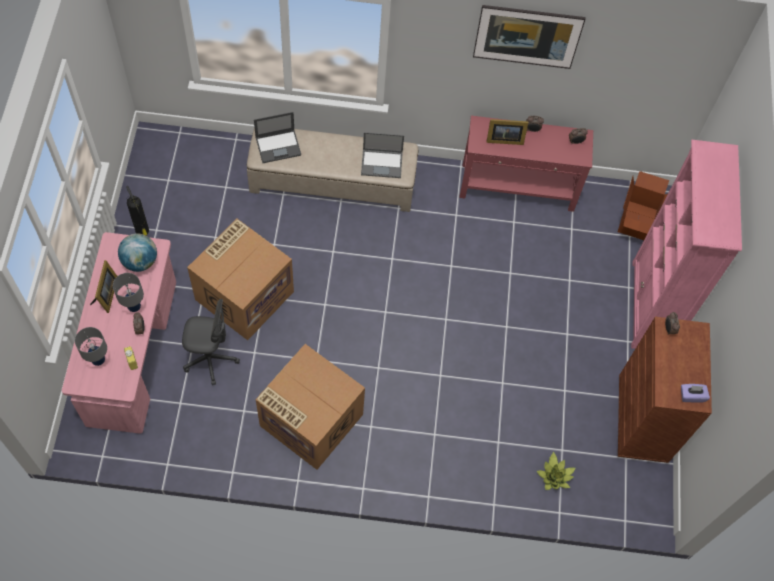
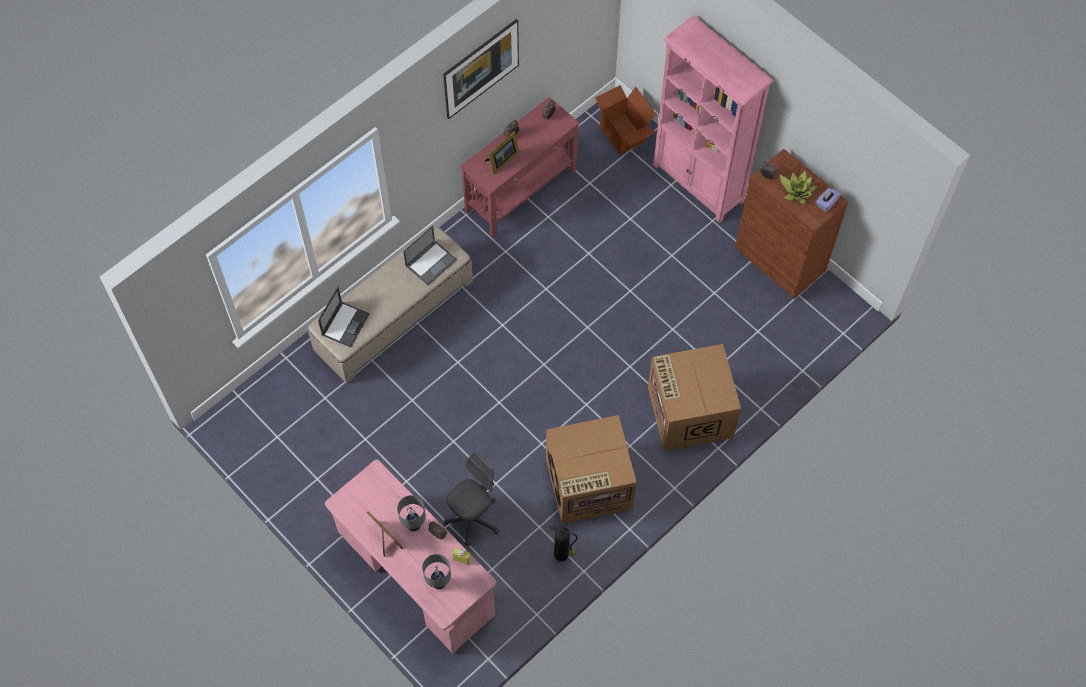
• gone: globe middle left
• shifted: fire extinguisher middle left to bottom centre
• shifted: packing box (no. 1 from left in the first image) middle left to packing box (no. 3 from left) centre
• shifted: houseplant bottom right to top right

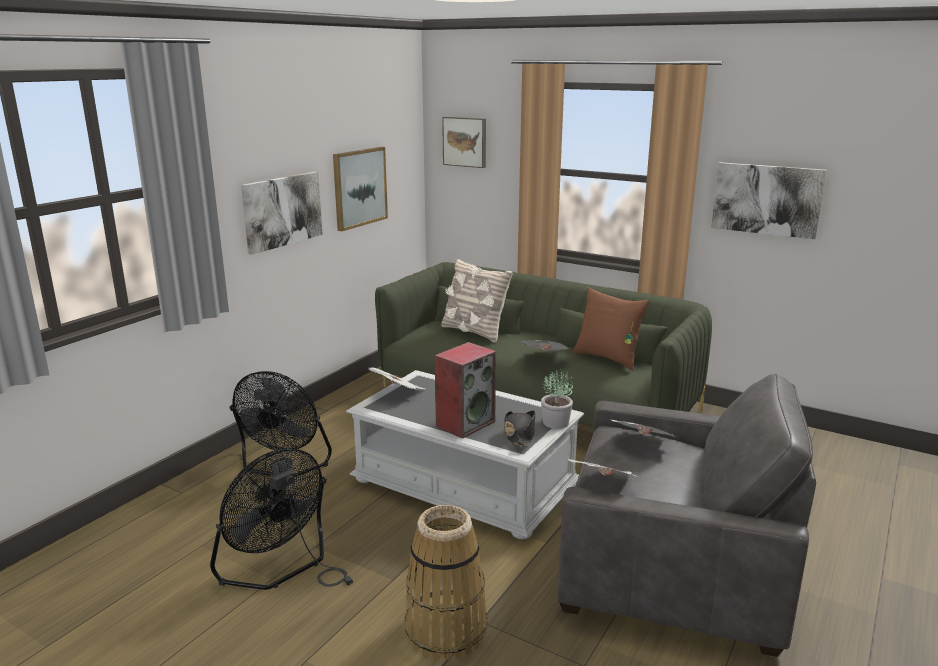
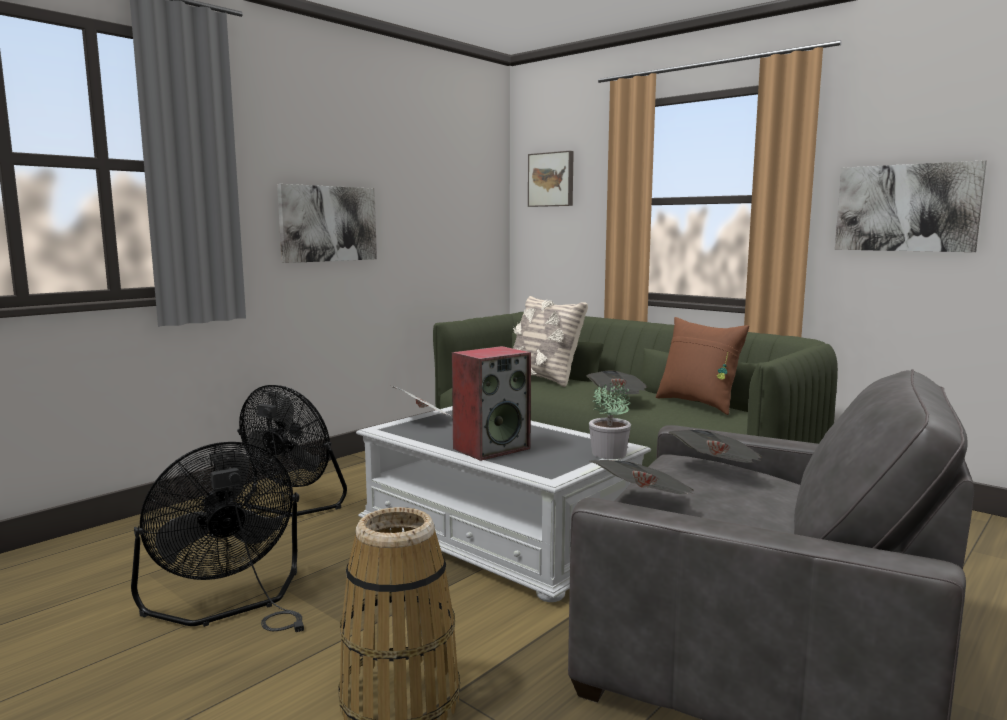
• gone: wall picture (no. 2 from left) top centre
• gone: clothing hat/black centre

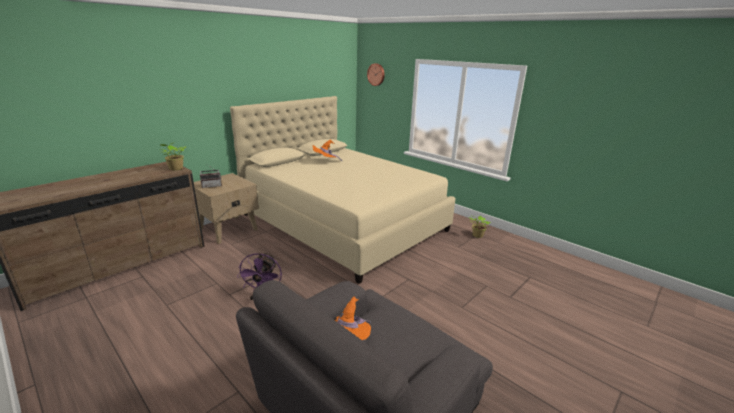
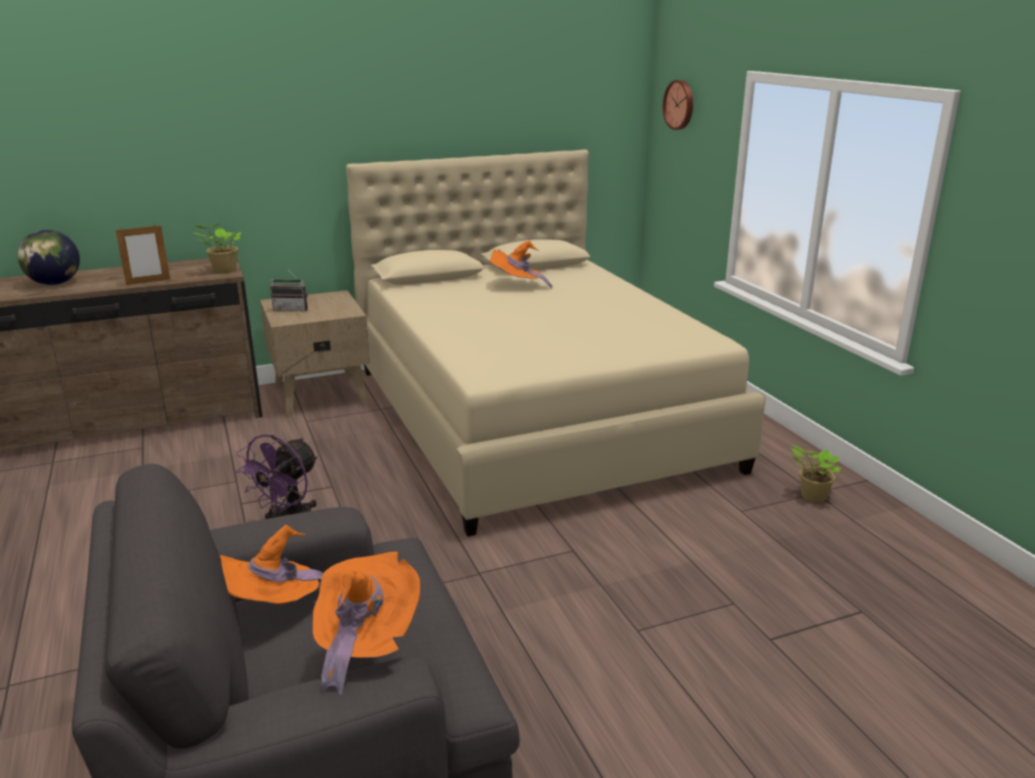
• new: globe top left
• new: photo frame top left
• new: clothing hat/orange (no. 2 from left) bottom centre

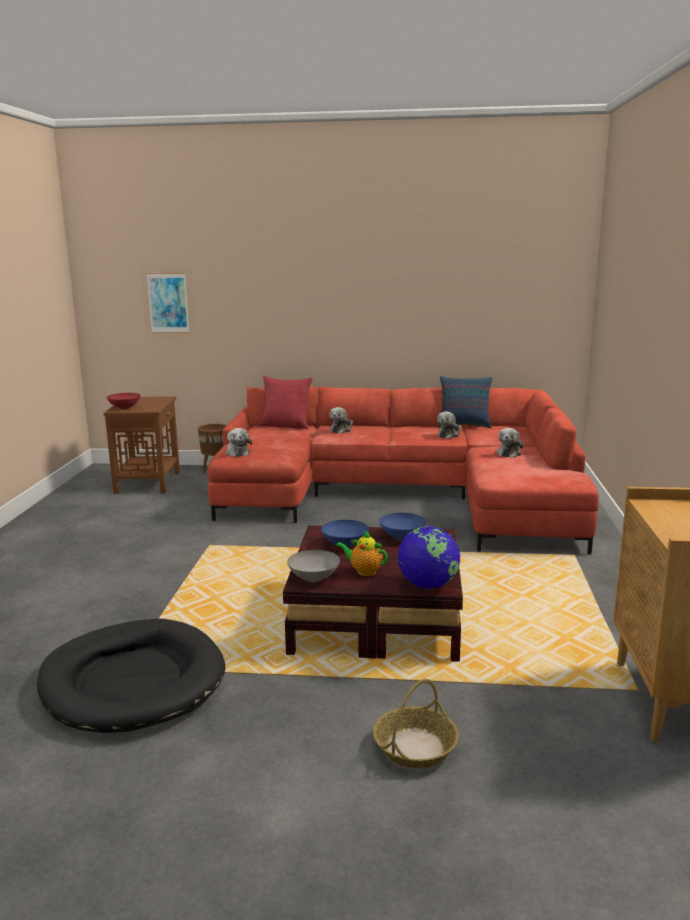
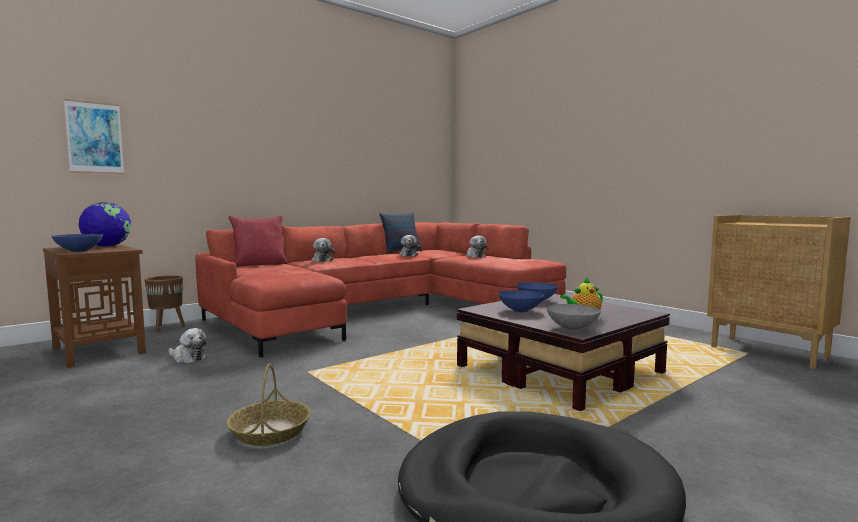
• repainted: serving bowl/red-coloured middle left to serving bowl/blue (no. 1 from left) middle left
• shifted: soft toy (no. 1 from left) centre to middle left
• shifted: household basket bottom centre to bottom left
• shifted: globe centre to middle left

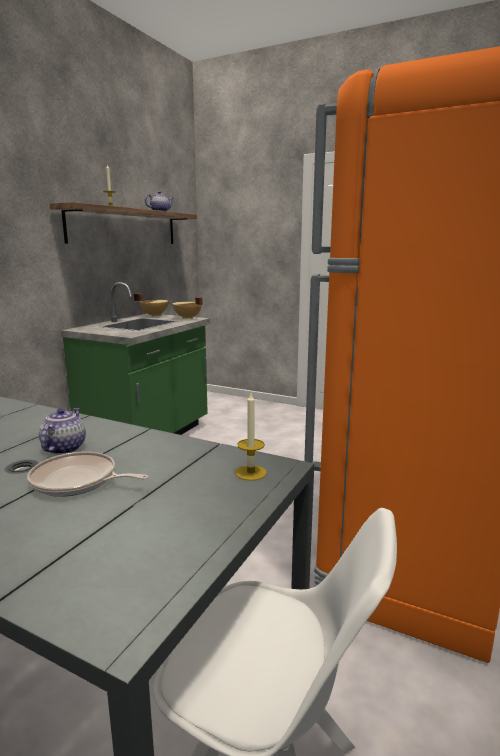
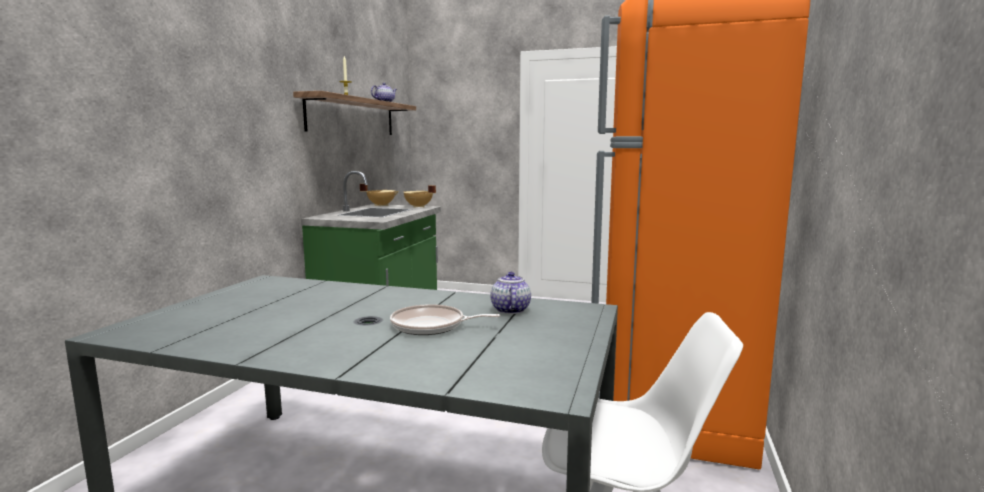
• shifted: tea pot (no. 1 from left in the first image) middle left to tea pot (no. 2 from left) centre
• gone: candle (no. 2 from left) centre

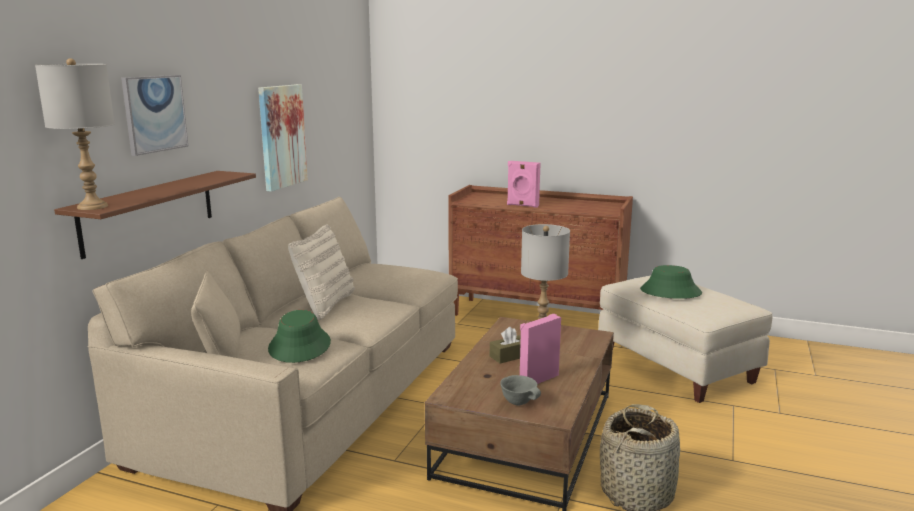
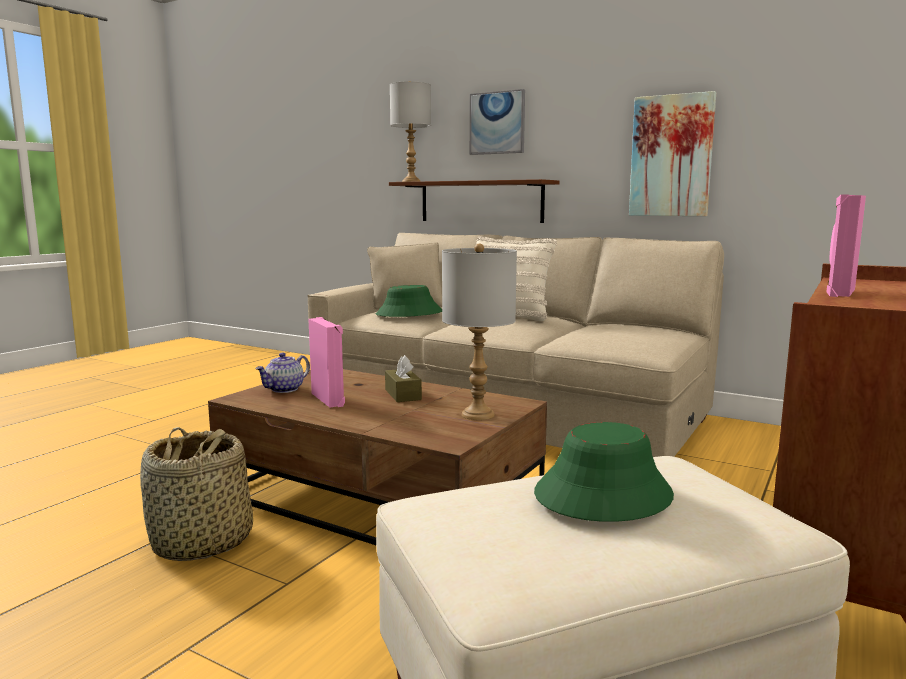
• swapped: serving bowl/grey bottom centre to tea pot middle left

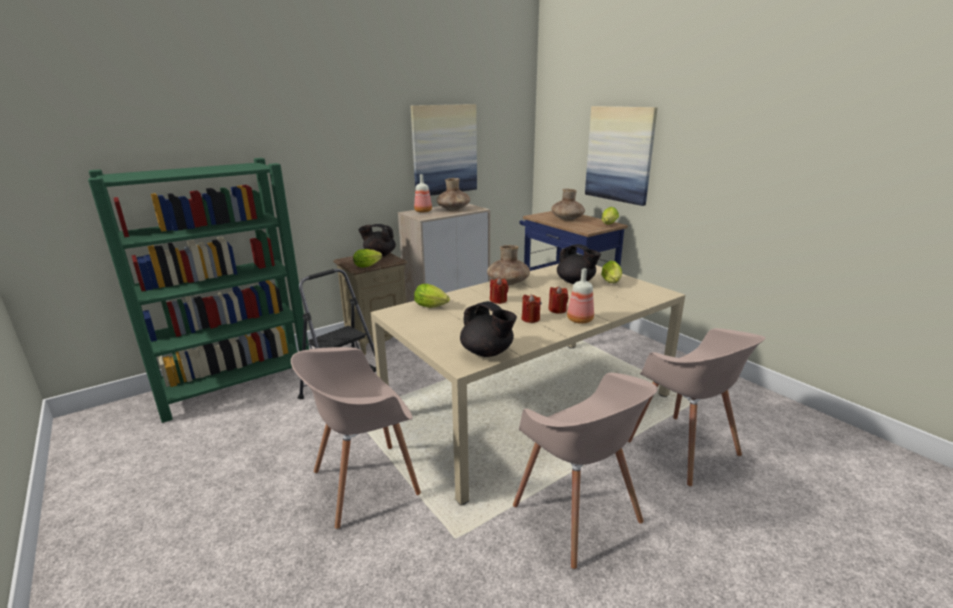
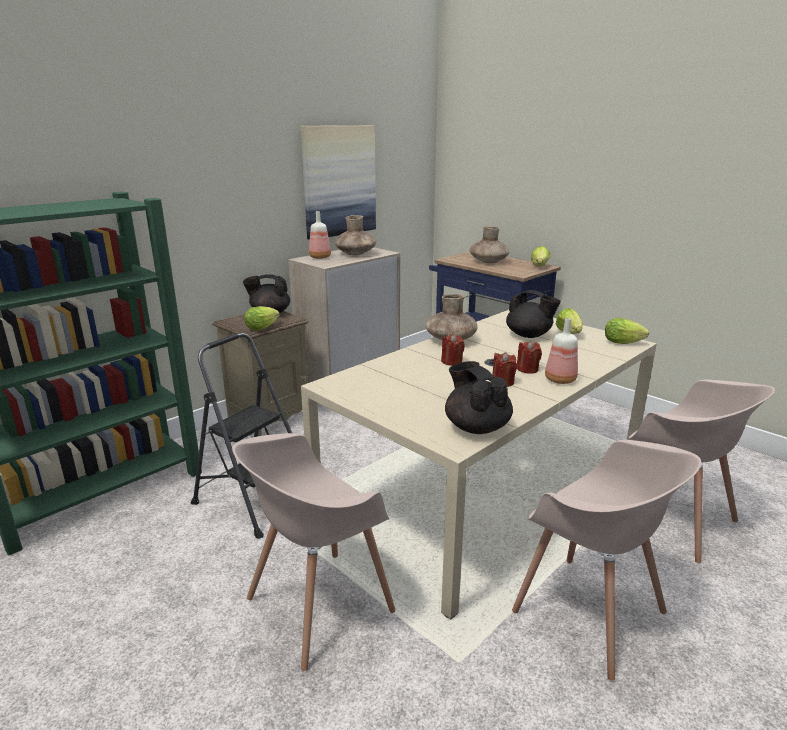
• shifted: lettuce head (no. 2 from left in the first image) centre to lettuce head (no. 4 from left) middle right
• rotated: tea pot/black (no. 2 from left) centre = centre 150 degrees counterclockwise
• gone: wall picture (no. 2 from left) top centre

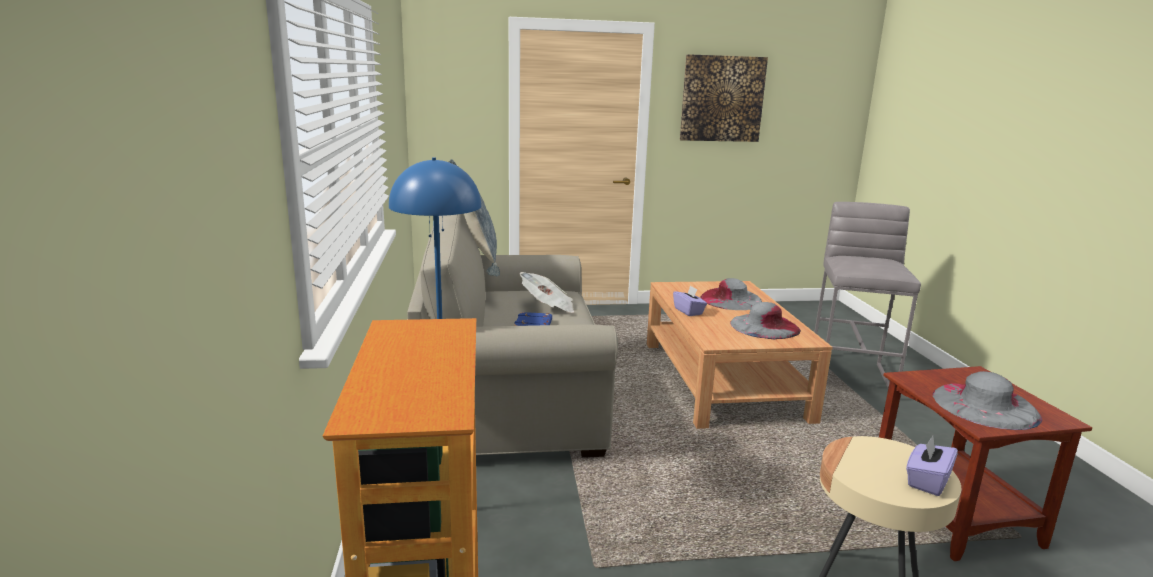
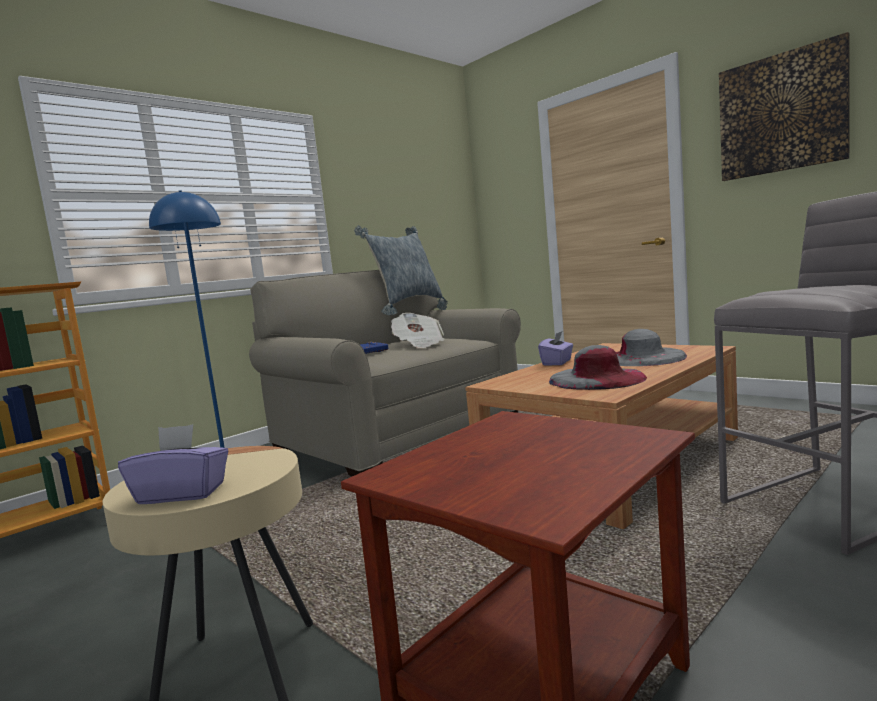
• gone: clothing hat/grey (no. 3 from left) bottom right

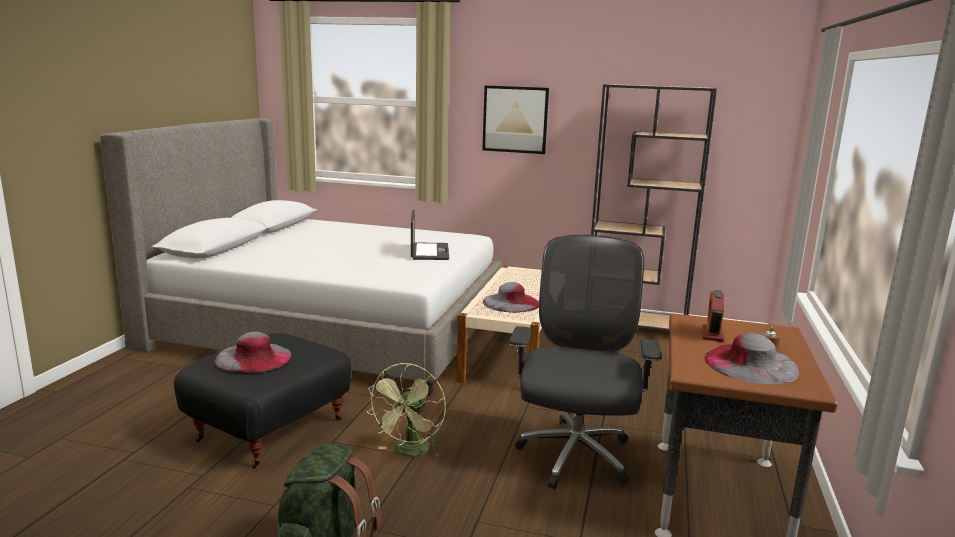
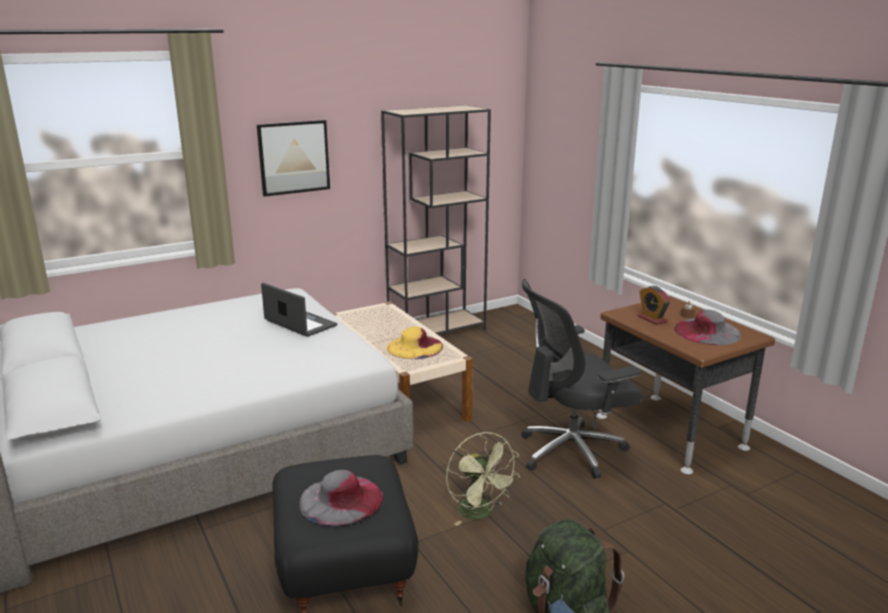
• repainted: clothing hat/grey (no. 2 from left) centre to clothing hat/yellow-coloured centre
• rotated: desk chair bottom centre = centre 75 degrees counterclockwise

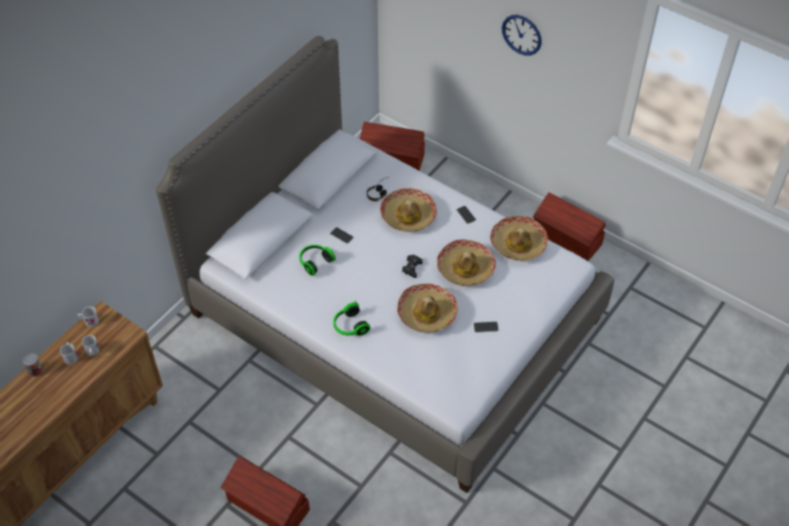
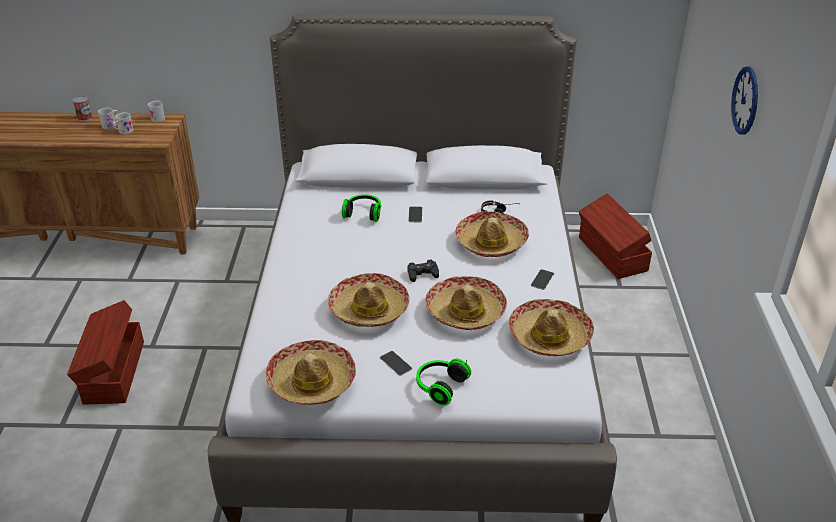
• shifted: headset (no. 2 from left) centre to bottom centre
• gone: storage box/brown-coloured (no. 3 from left) middle right
• new: clothing hat (no. 1 from left) bottom centre

